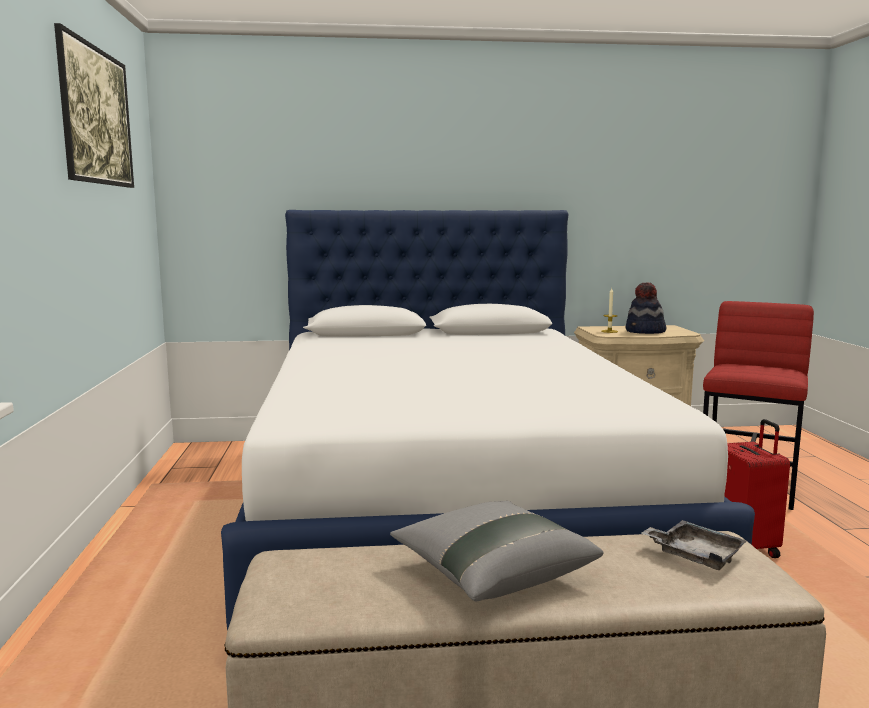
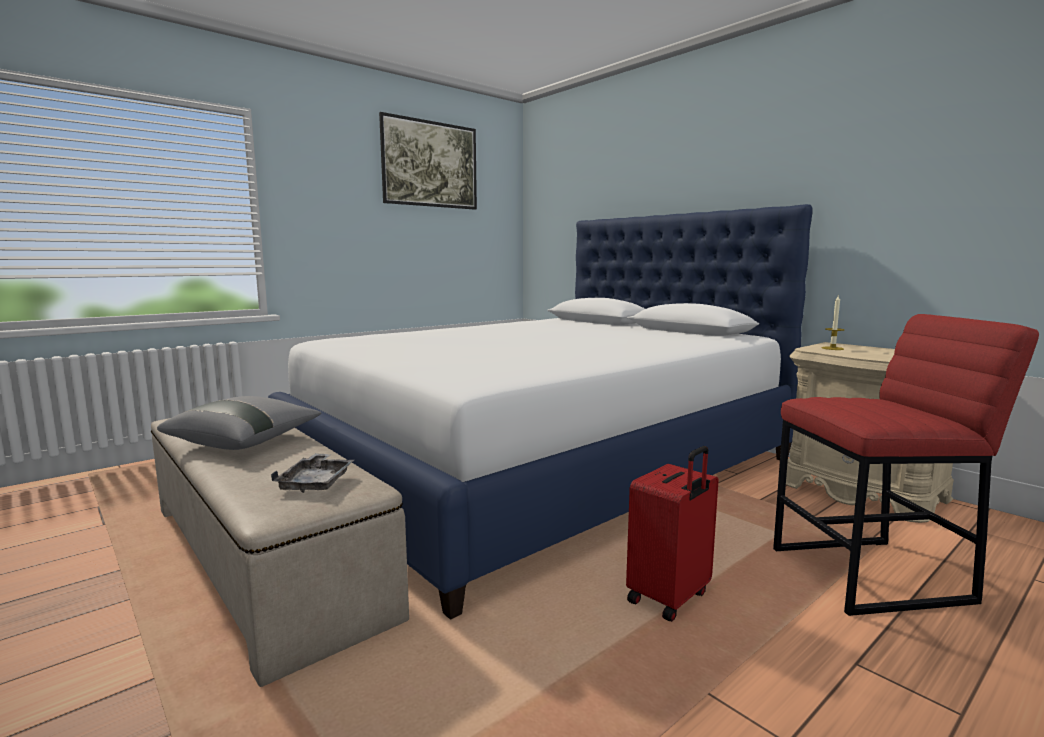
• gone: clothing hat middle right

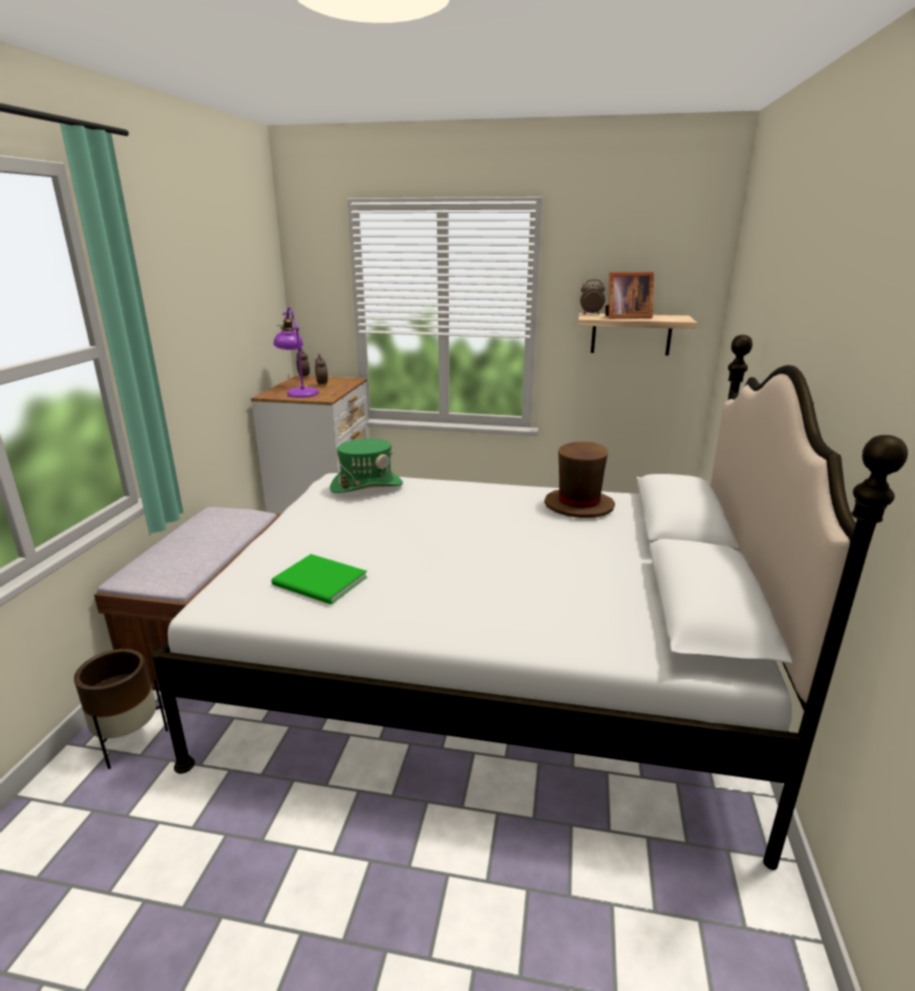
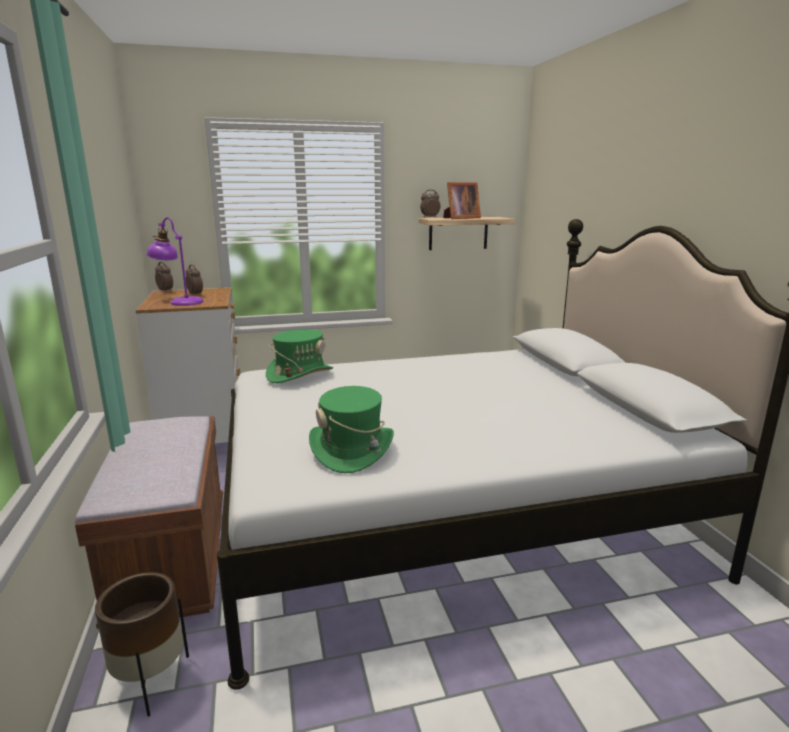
• swapped: volume/greenish centre to clothing hat/greenish (no. 2 from left) centre
• gone: clothing hat/brown-coloured centre

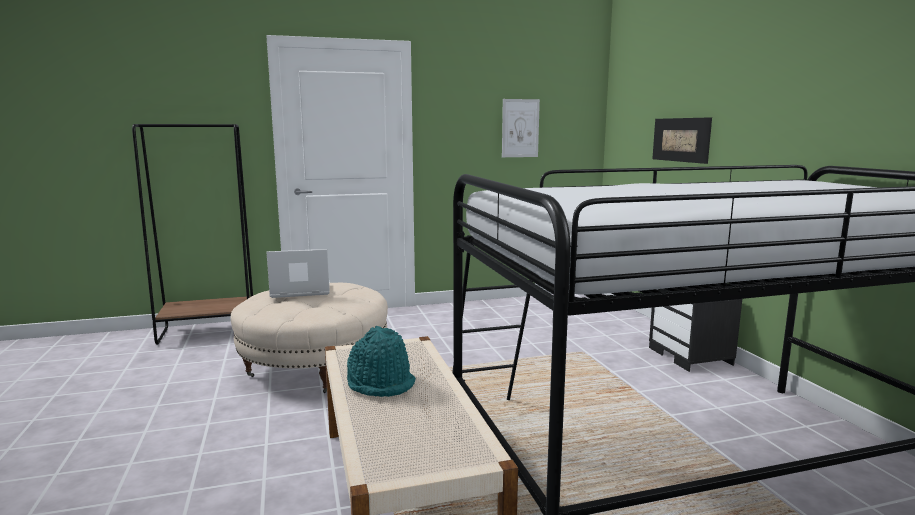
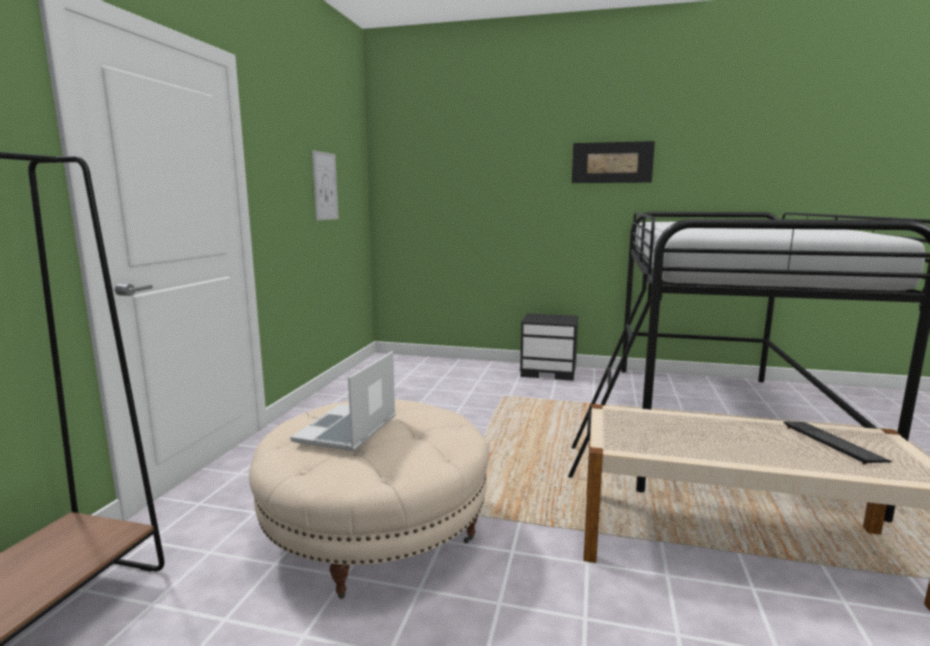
• gone: clothing hat/turquoise-coloured bottom centre
• shifted: wall picture (no. 2 from left) top right to top centre
• new: keyboard bottom right

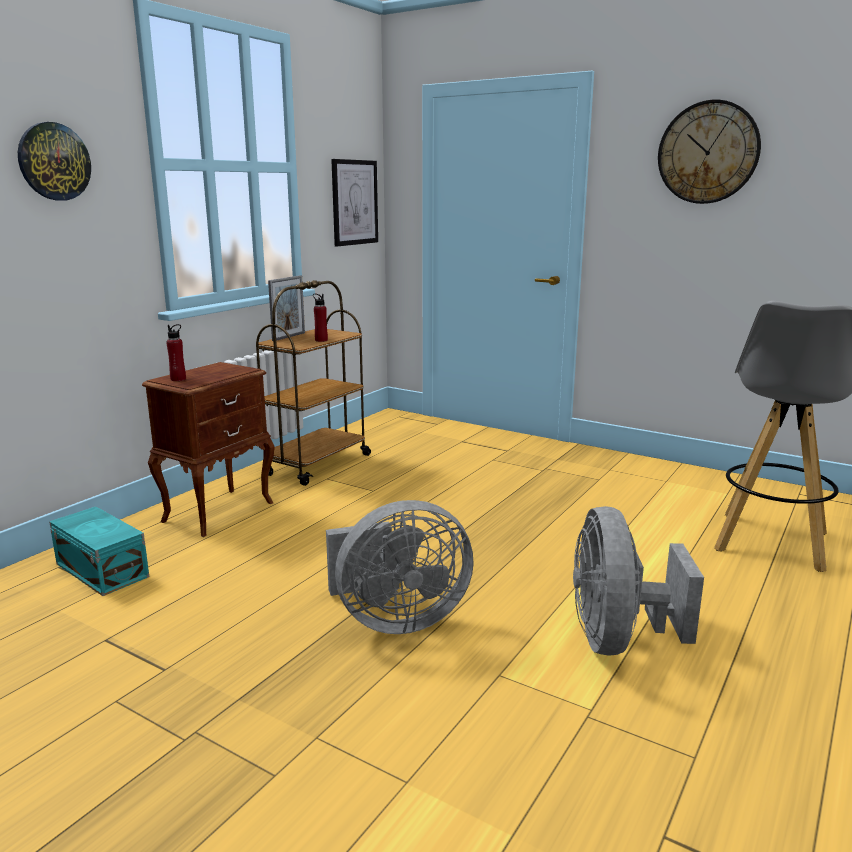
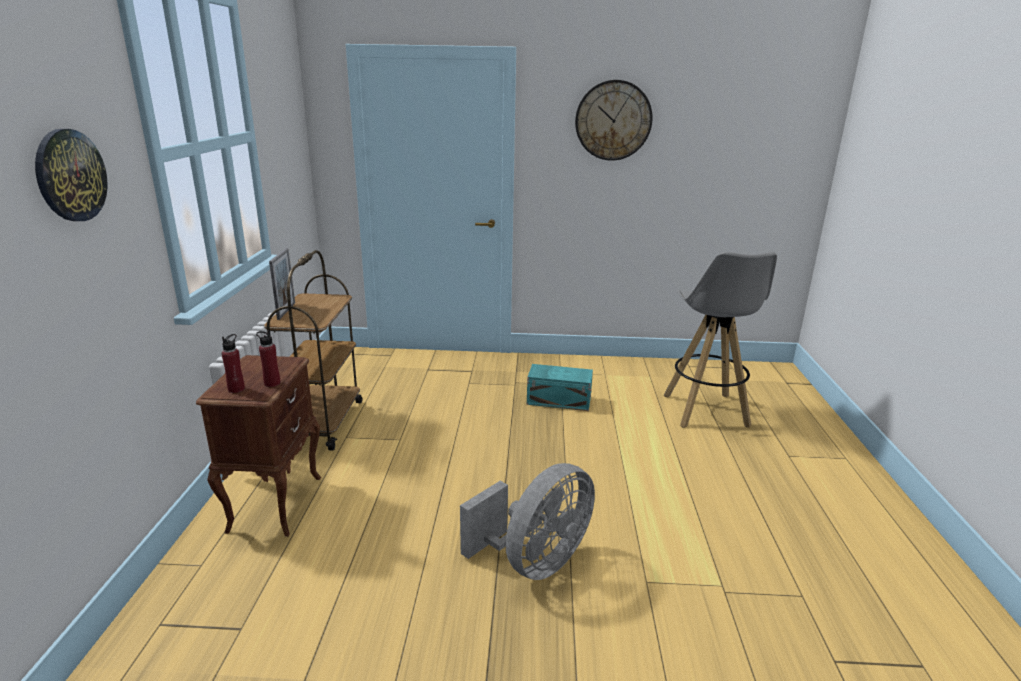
• shifted: storage box/turquoise-coloured middle left to centre
• shifted: bottle/red-coloured (no. 2 from left) centre to middle left
• gone: wall picture top centre
• gone: fan/grey (no. 2 from left) bottom right

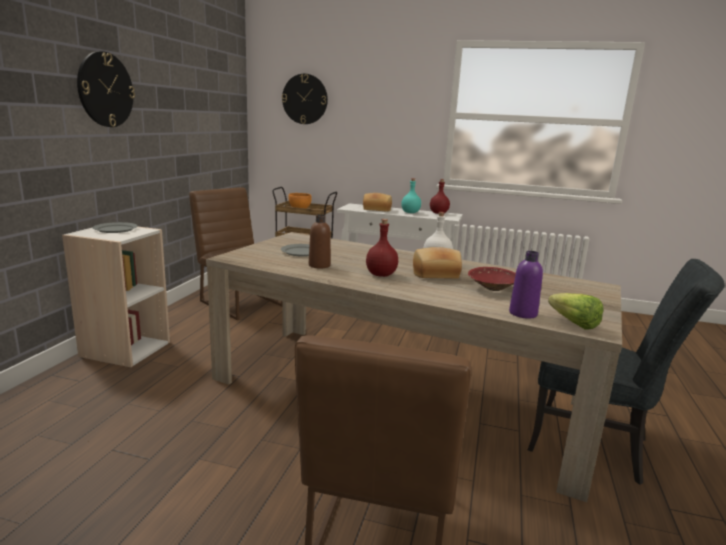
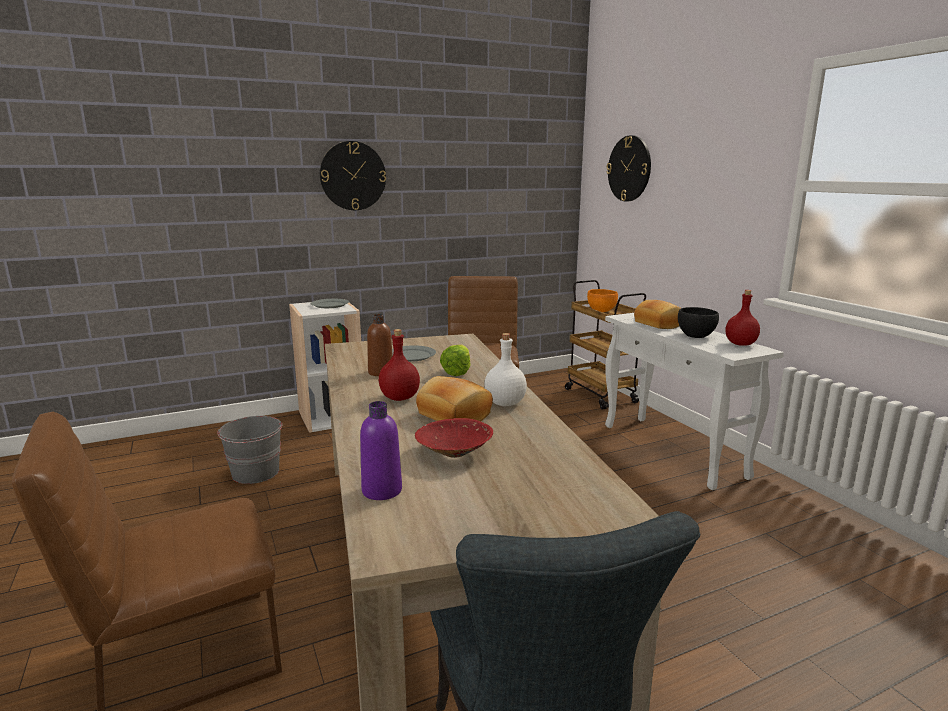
• swapped: bottle/turquoise-coloured centre to serving bowl/black middle right
• shifted: lettuce head middle right to centre
• new: pail/grey middle left

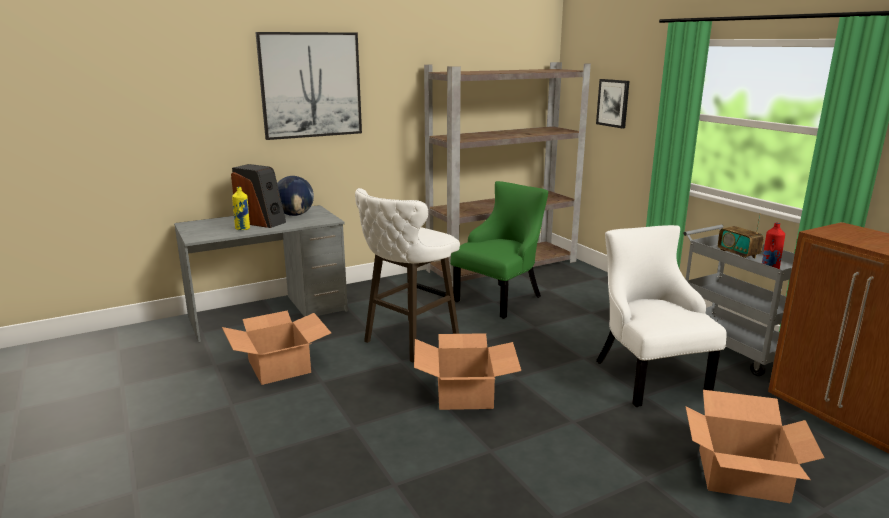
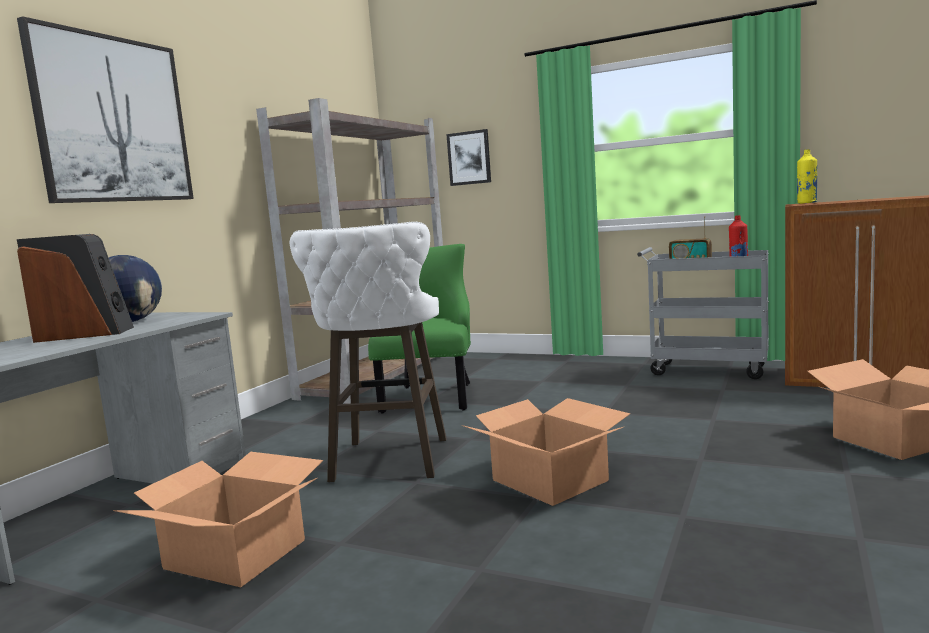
• shifted: bottle/yellow-coloured middle left to top right
• gone: plain chair/whitish middle right

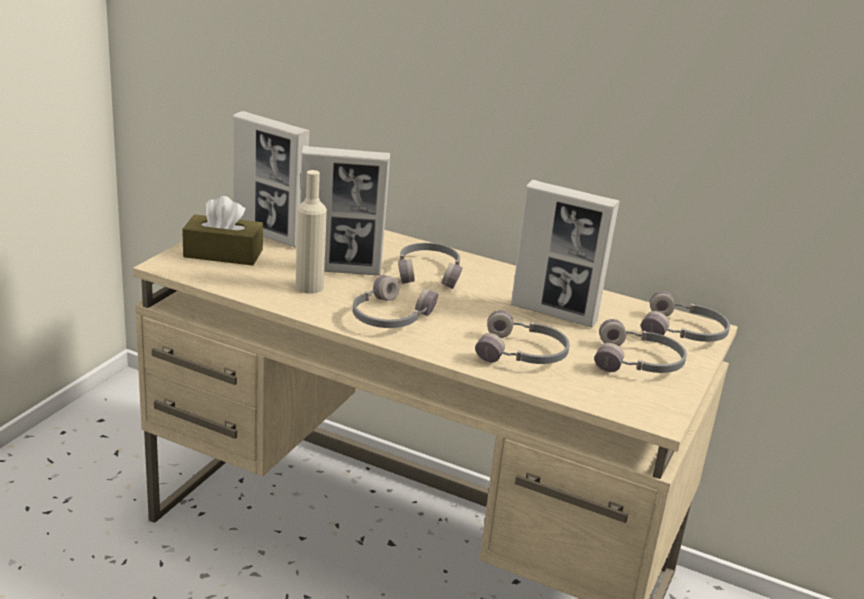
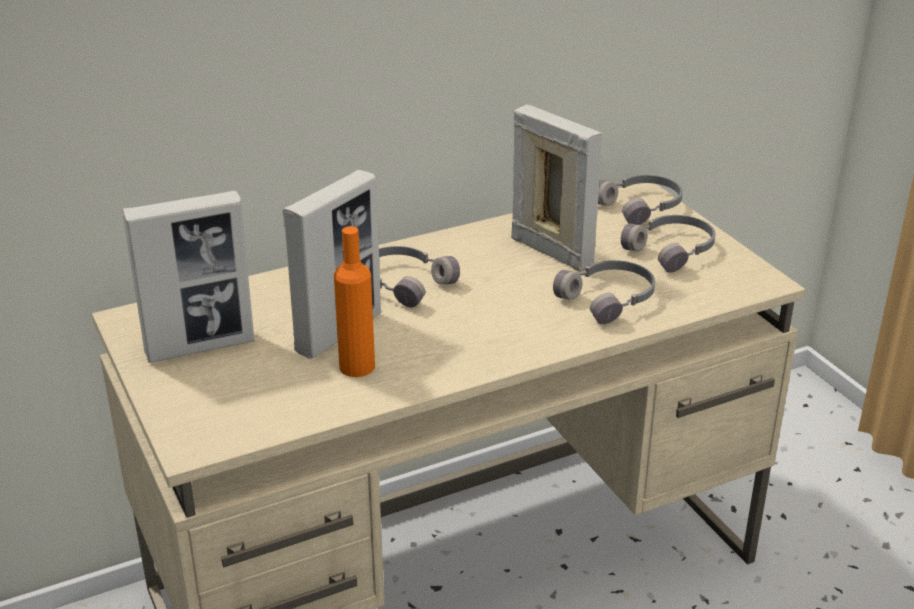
• gone: tissue box/brown-coloured middle left
• repainted: bottle/beige centre to bottle/orange centre
• gone: headset/grey (no. 1 from left) centre
• rotated: photo frame (no. 3 from left) centre = top centre 105 degrees counterclockwise

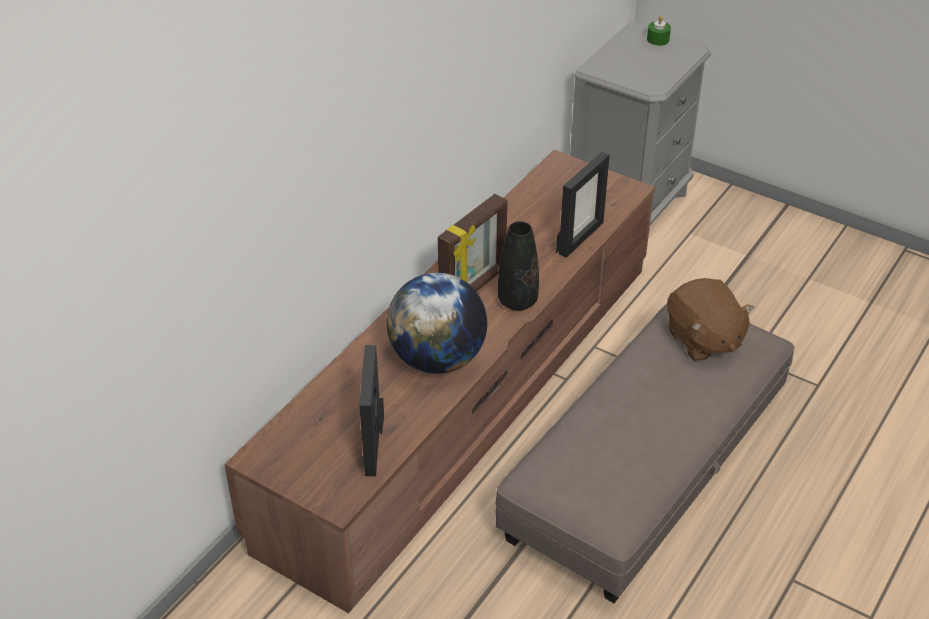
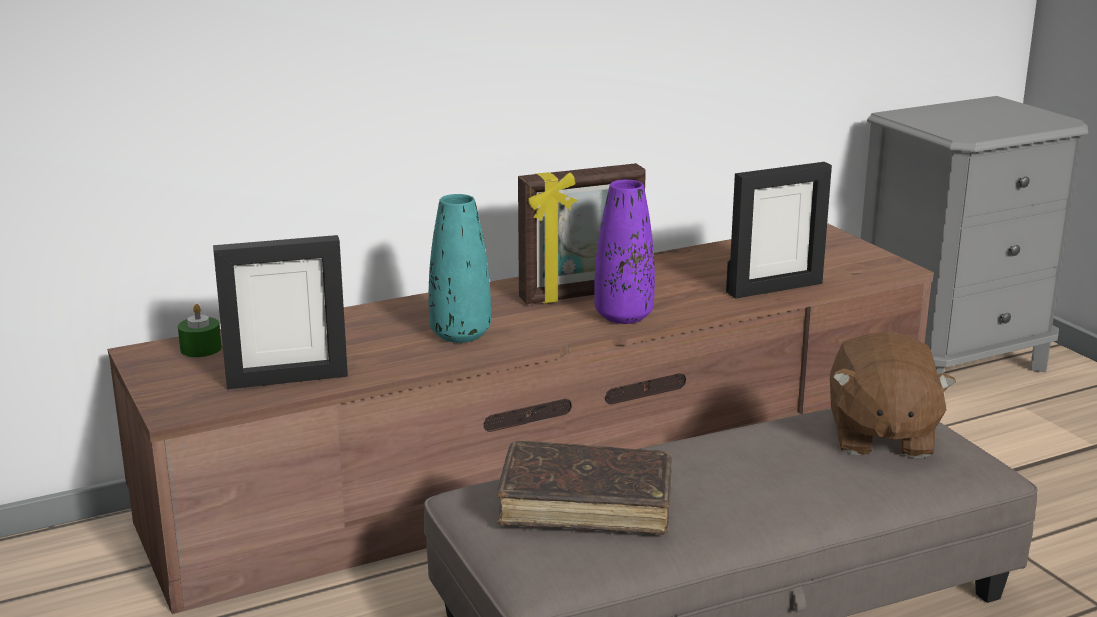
• rotated: photo frame (no. 1 from left) centre = middle left 135 degrees counterclockwise
• swapped: globe centre to flower vase/turquoise-coloured centre
• repainted: flower vase/black centre to flower vase/purple-coloured centre
• shifted: candle/greenish top right to middle left
• new: volume/brown-coloured bottom centre

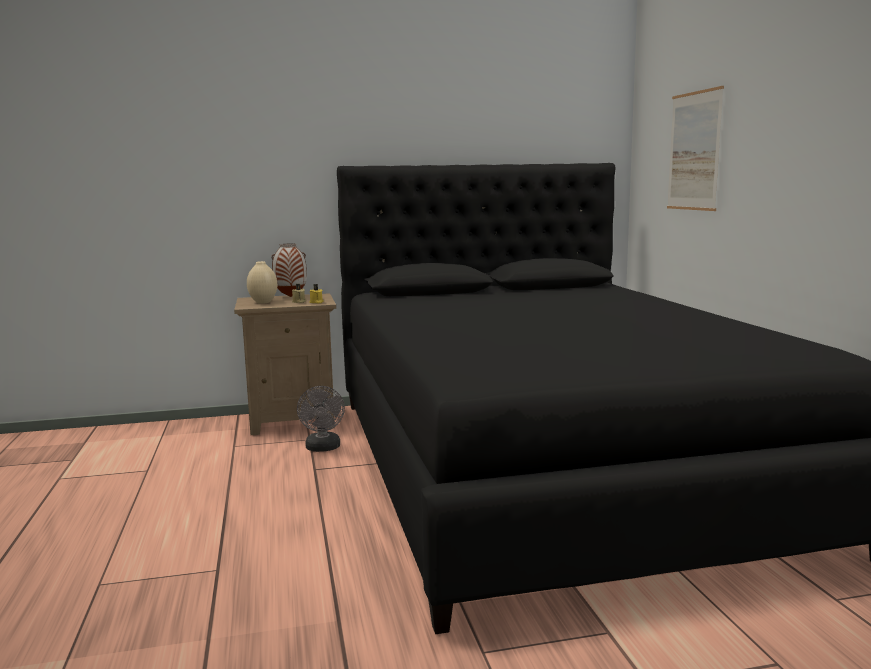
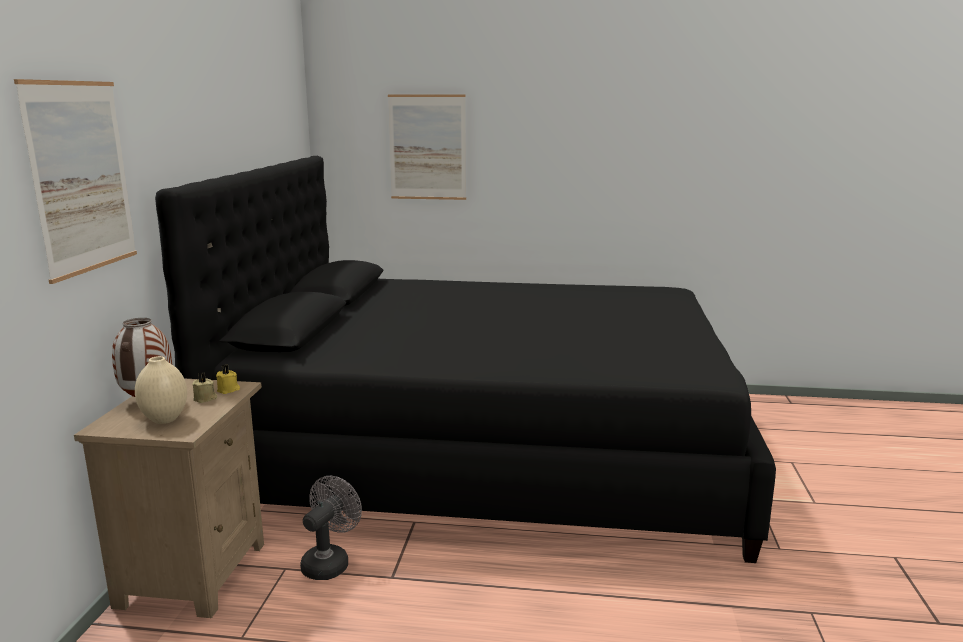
• rotated: fan/grey centre = bottom centre 75 degrees counterclockwise
• new: wall picture (no. 1 from left) top left

